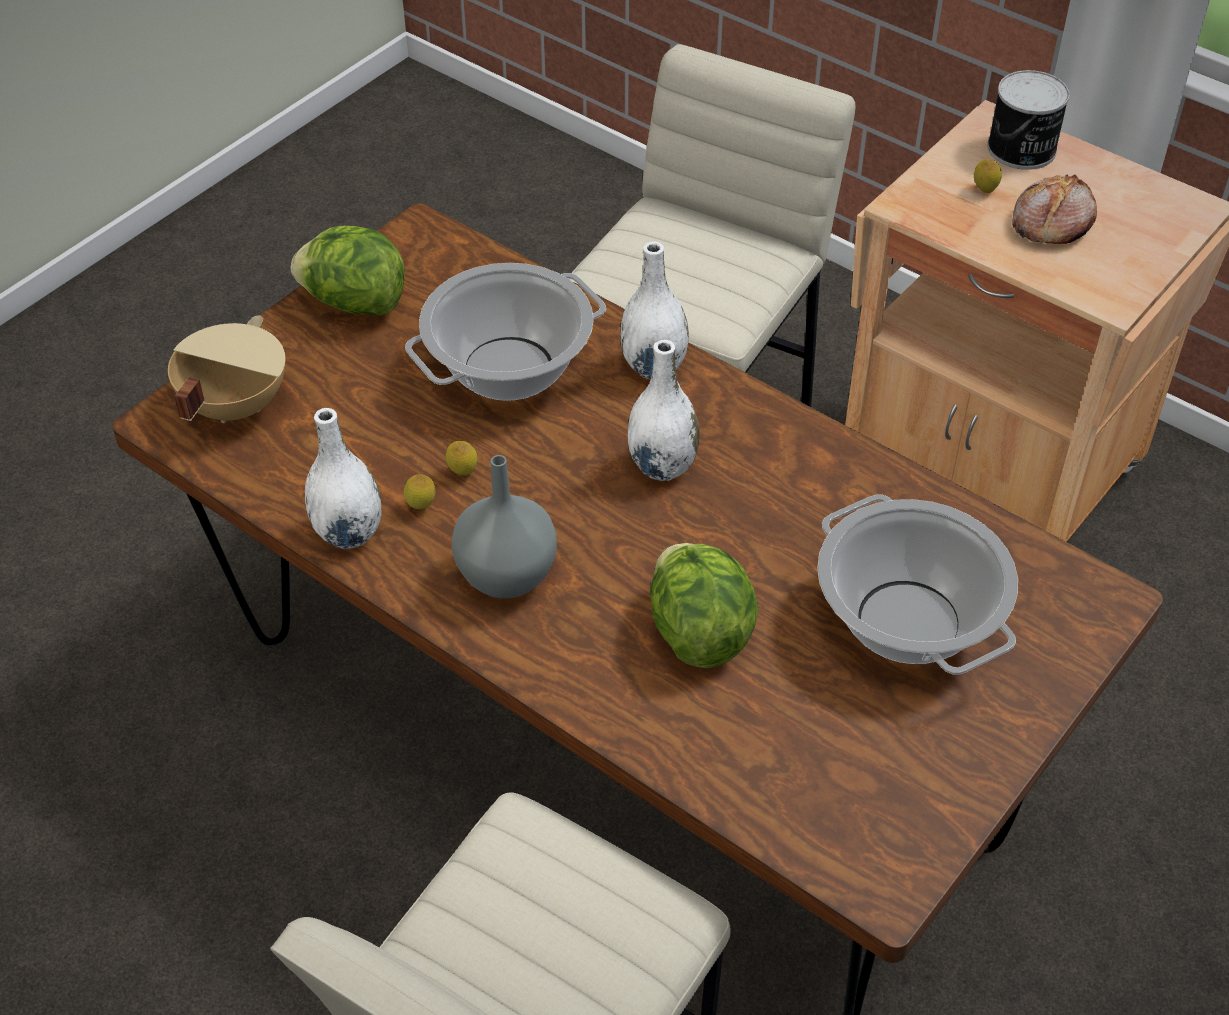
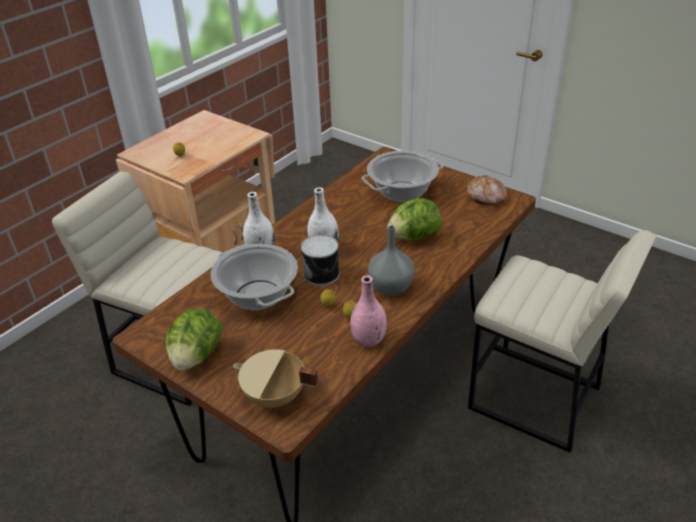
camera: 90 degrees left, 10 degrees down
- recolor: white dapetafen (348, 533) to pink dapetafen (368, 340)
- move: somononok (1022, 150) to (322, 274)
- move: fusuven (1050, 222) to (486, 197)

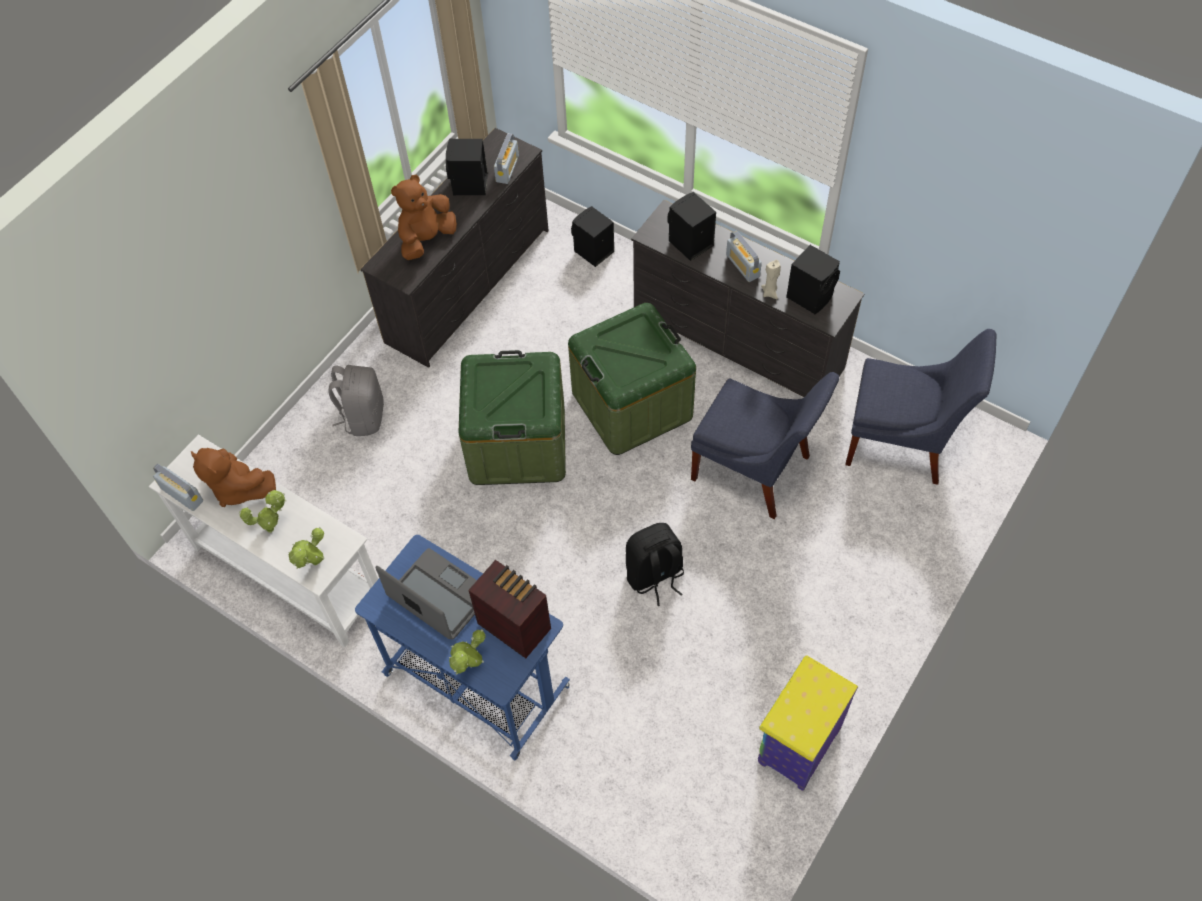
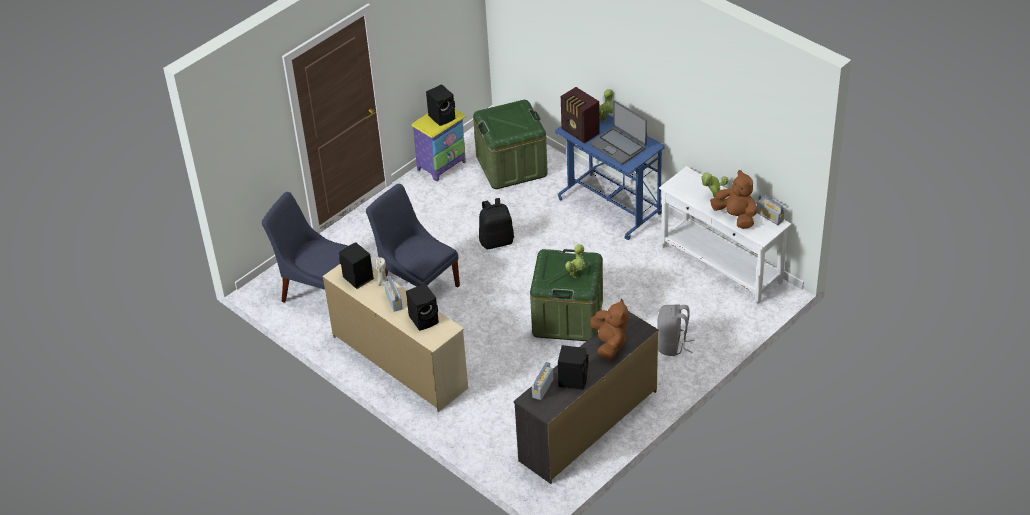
camera: 170 degrees left, 15 degrees down
- move: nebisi (314, 564) to (576, 275)
- rotate: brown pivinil (426, 239) = (609, 344) 60 degrees counterclockwise
- move: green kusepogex (632, 404) to (511, 166)
- move: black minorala (592, 252) to (442, 117)
- recolor: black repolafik (736, 342) to beige repolafik (400, 362)

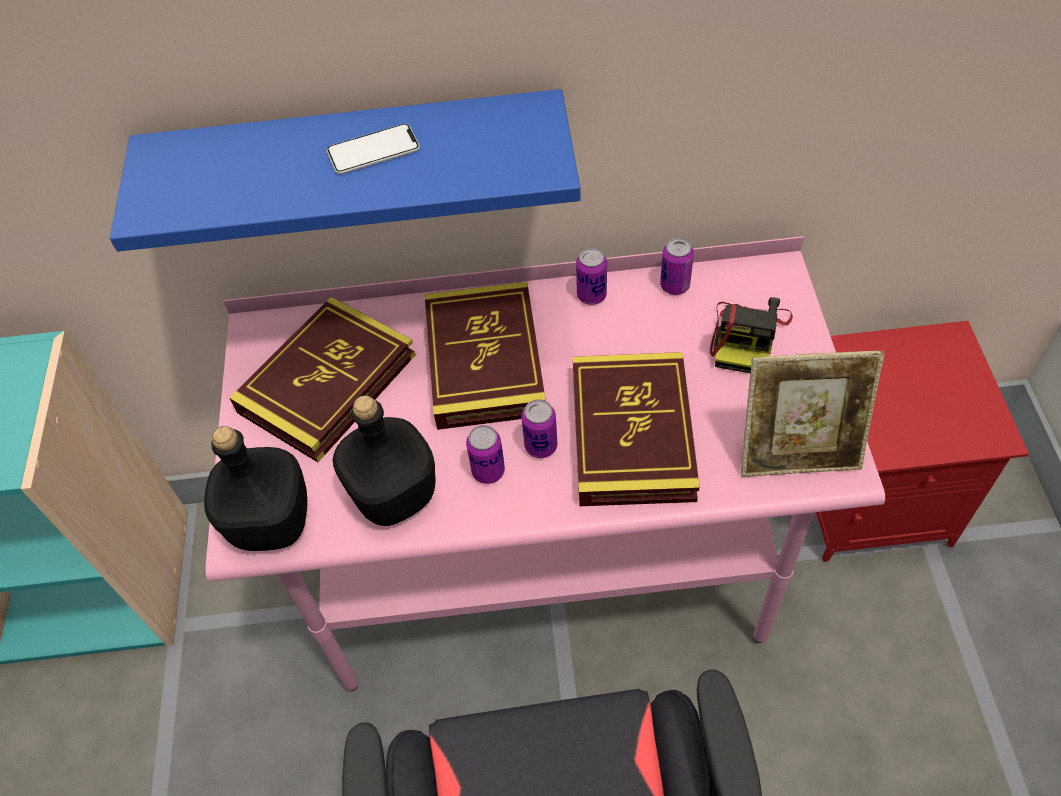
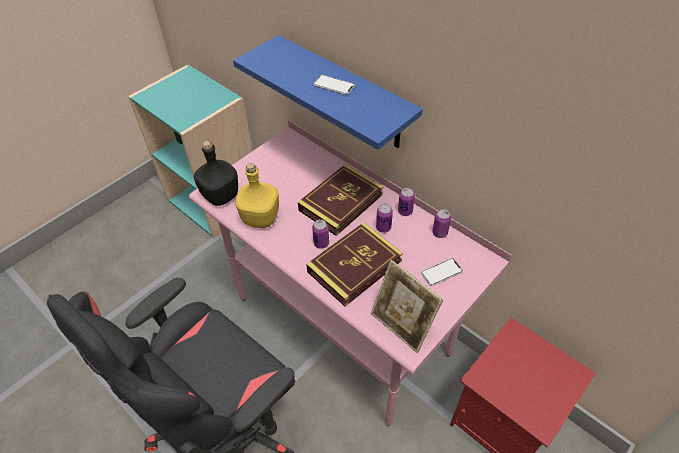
camera: 45 degrees right, 5 degrees down
- delete: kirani (327, 383)
- recolor: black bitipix (393, 494) to yellow bitipix (261, 218)
- move: somononok (488, 471) to (383, 227)
- replace: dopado (747, 337) to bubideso (441, 272)

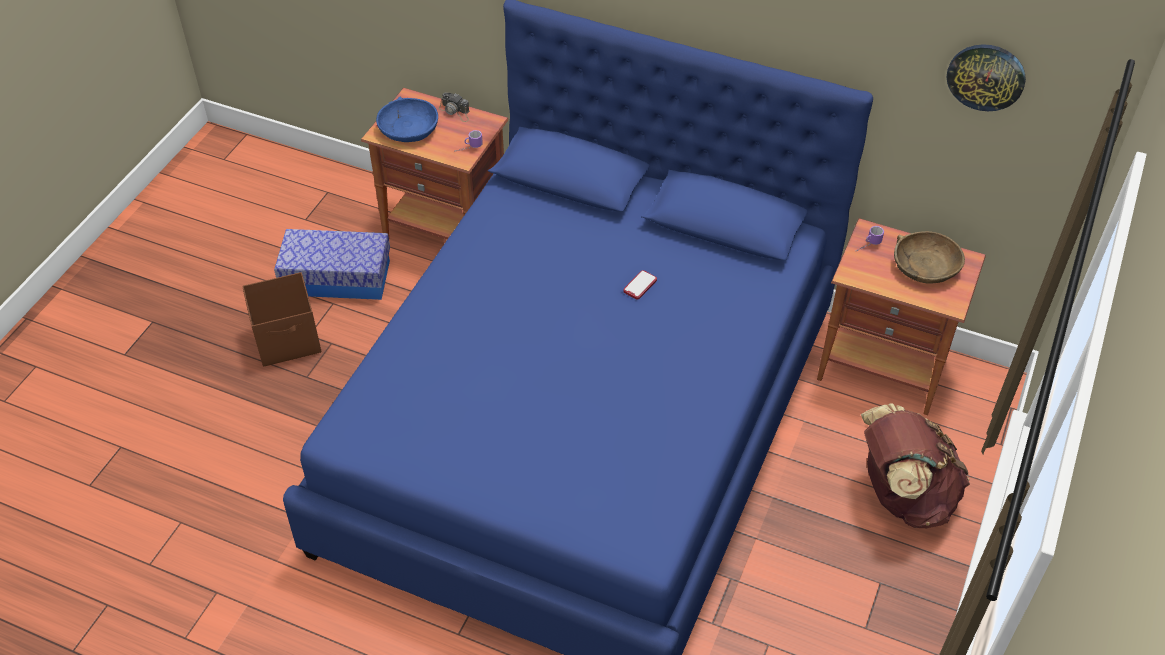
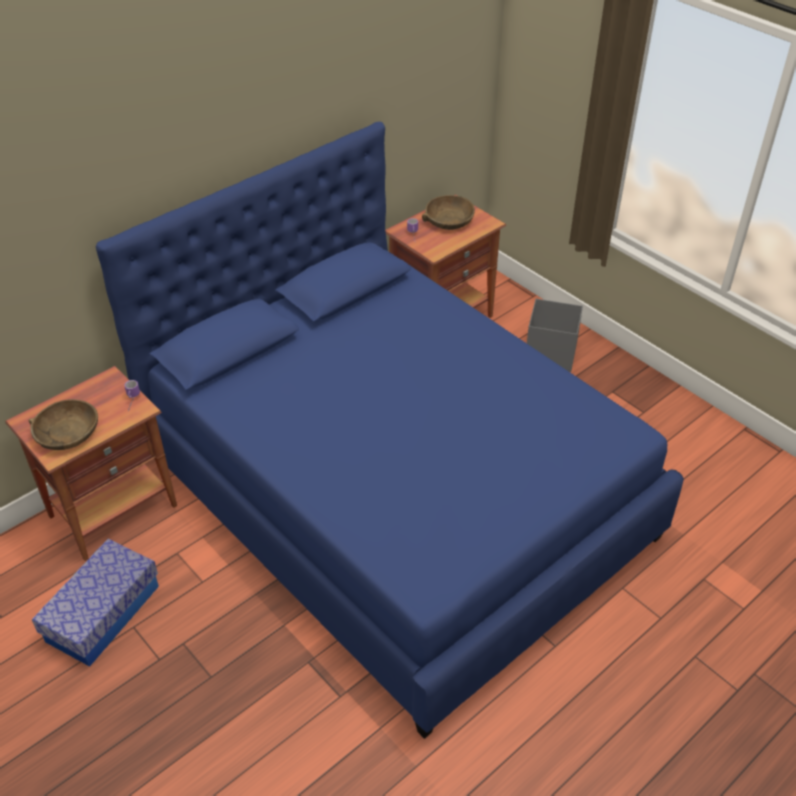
camera: 65 degrees left, 5 degrees down
- delete: brown kusepogex (288, 340)
- recolor: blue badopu (408, 128) to brown badopu (67, 433)
- delete: dopado (455, 111)
- delete: bubideso (640, 286)
- replace: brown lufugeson (902, 495) to grey kusepogex (549, 353)
- delete: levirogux (986, 76)

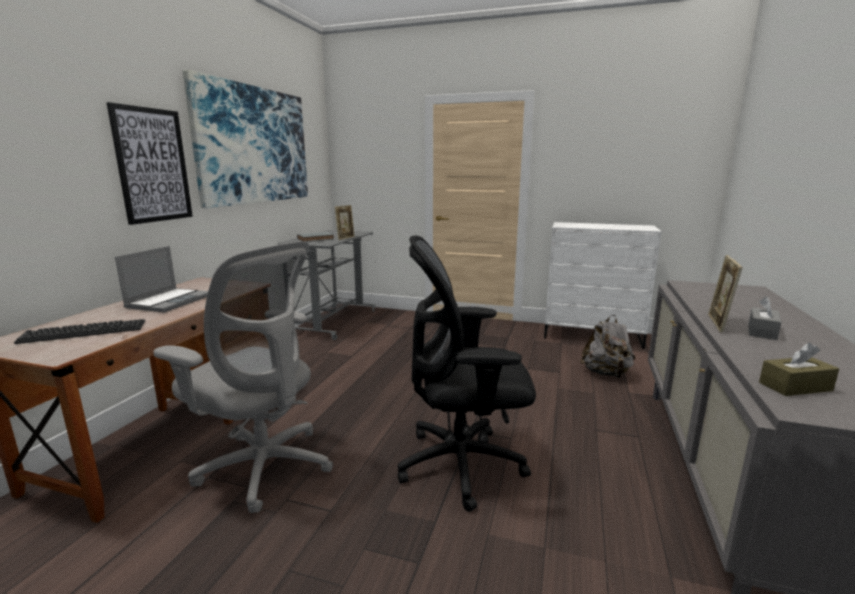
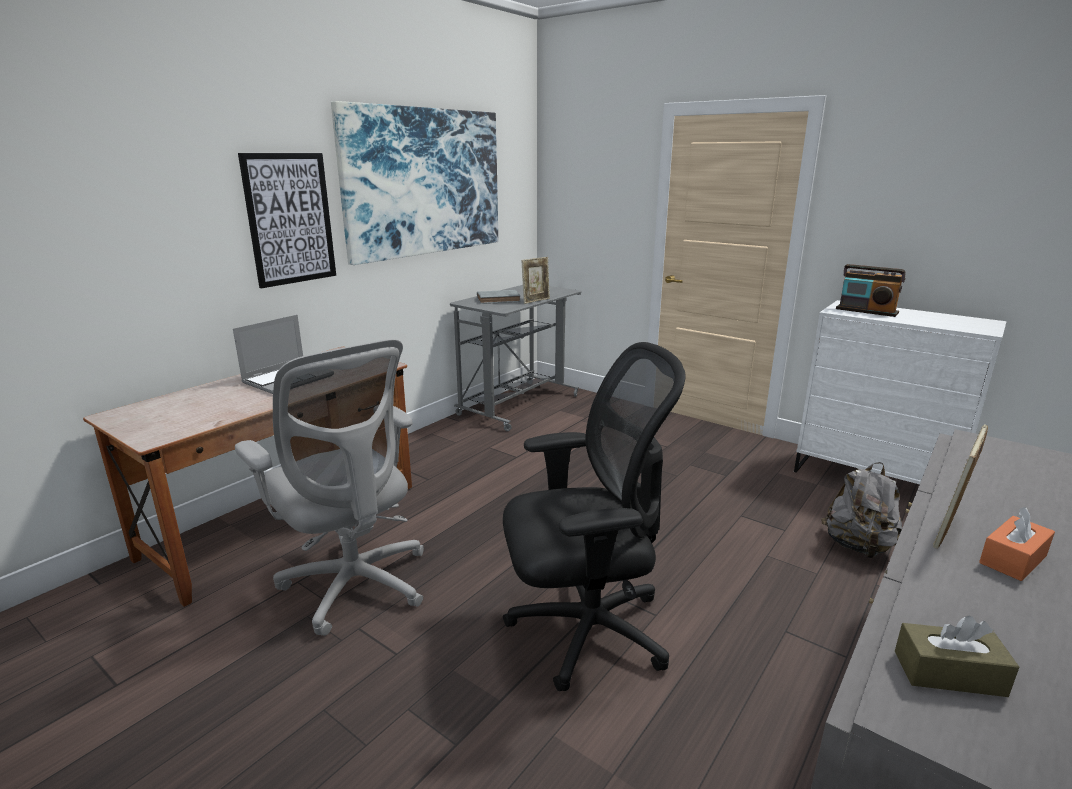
camera: 20 degrees right, 5 degrees up
- delete: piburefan (84, 332)
- rotate: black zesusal (467, 462) = (580, 634) 150 degrees clockwise
- recolor: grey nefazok (762, 331) to orange nefazok (1012, 559)
- insert: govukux (866, 311)

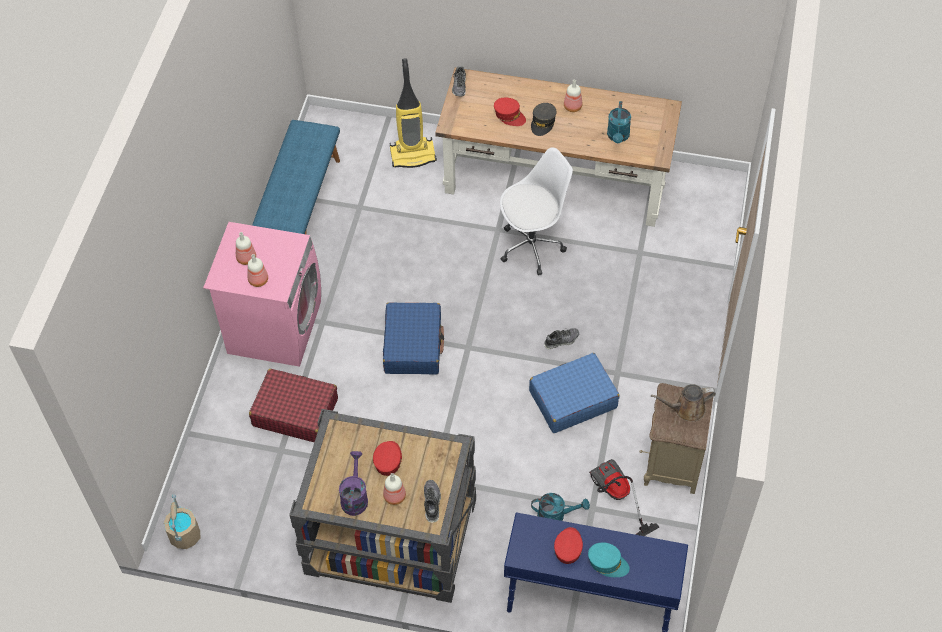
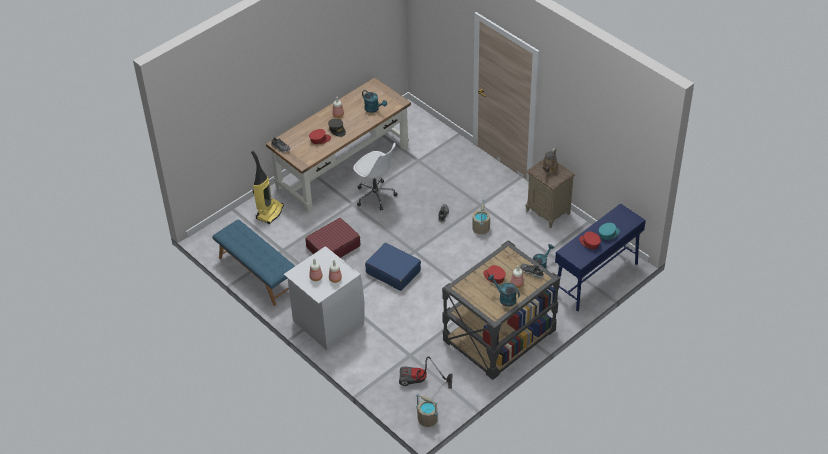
camera: 55 degrees left, 10 degrees down
- recolor: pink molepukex (273, 326) to white molepukex (327, 322)
- move: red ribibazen (295, 412) to (333, 247)
- recolor: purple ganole (354, 496) to turquoise ganole (504, 298)
- rotate: white zesusal (533, 246) = (376, 196) 120 degrees clockwise
- replace: blue ribibazen (572, 399) to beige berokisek (481, 228)
- move: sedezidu (615, 497) to (420, 382)

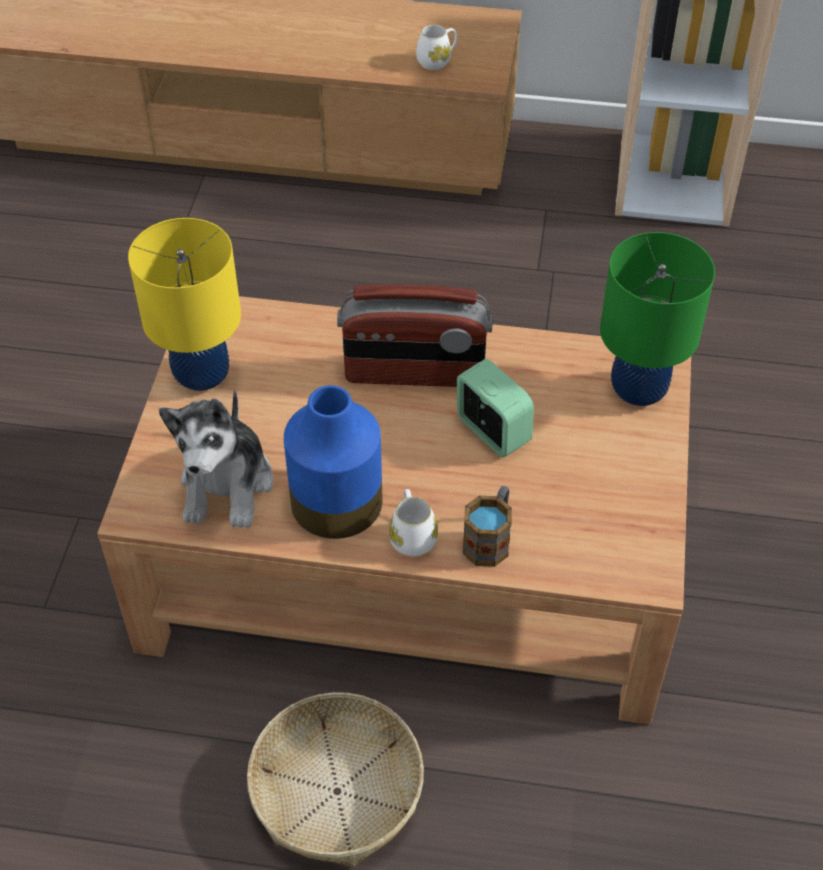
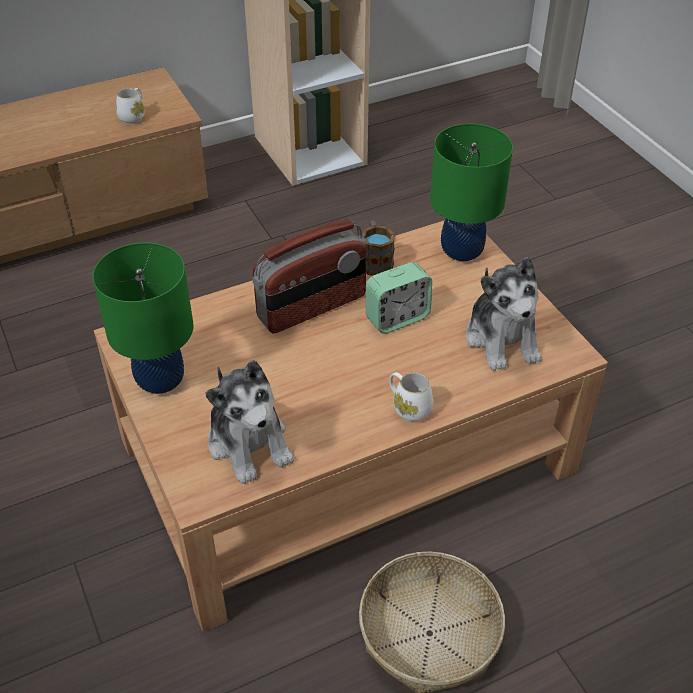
camera: 35 degrees left, 5 degrees down
- recolor: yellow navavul (201, 374) to green navavul (158, 380)
- delete: blue dapetafen (337, 501)
- rotate: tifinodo (492, 431) = (397, 318) 135 degrees clockwise
- move: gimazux (490, 539) to (375, 260)
- insert: pivinil (502, 339)

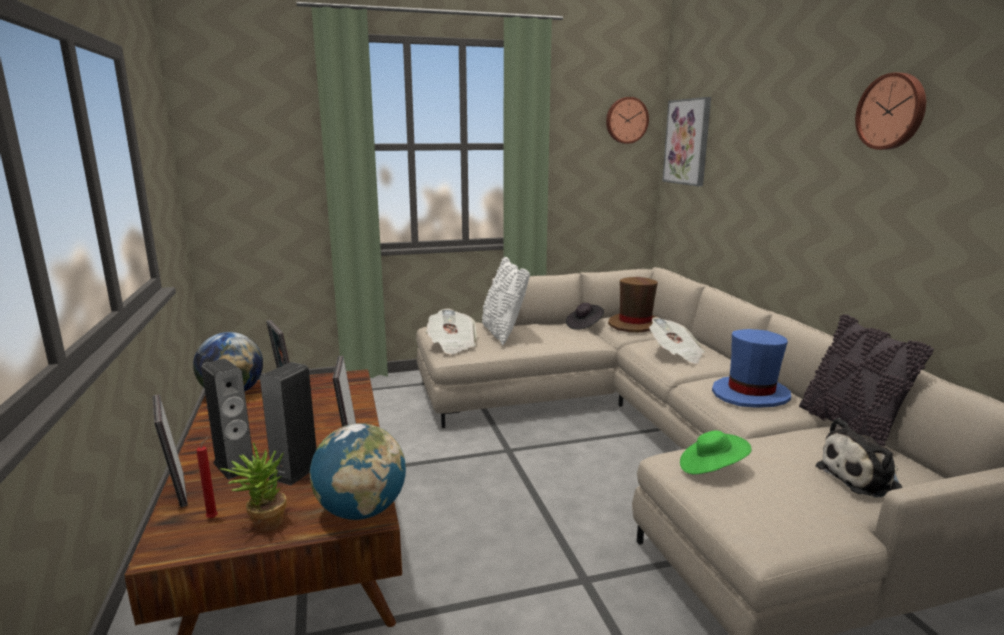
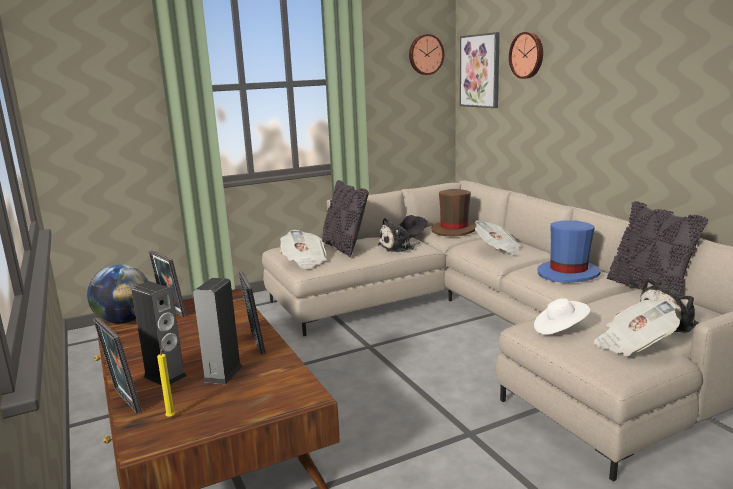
camera: 10 degrees left, 0 degrees up
- recolor: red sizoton (214, 517) to yellow sizoton (172, 416)
- delete: nebisi (262, 523)
- delete: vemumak (361, 511)
- recolor: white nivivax (502, 333) to black nivivax (344, 248)
- recolor: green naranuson (711, 469) to white naranuson (559, 329)
- move: levirogux (892, 111) to (527, 55)
- insert: pivinil (398, 247)
- insert: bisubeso (633, 345)

